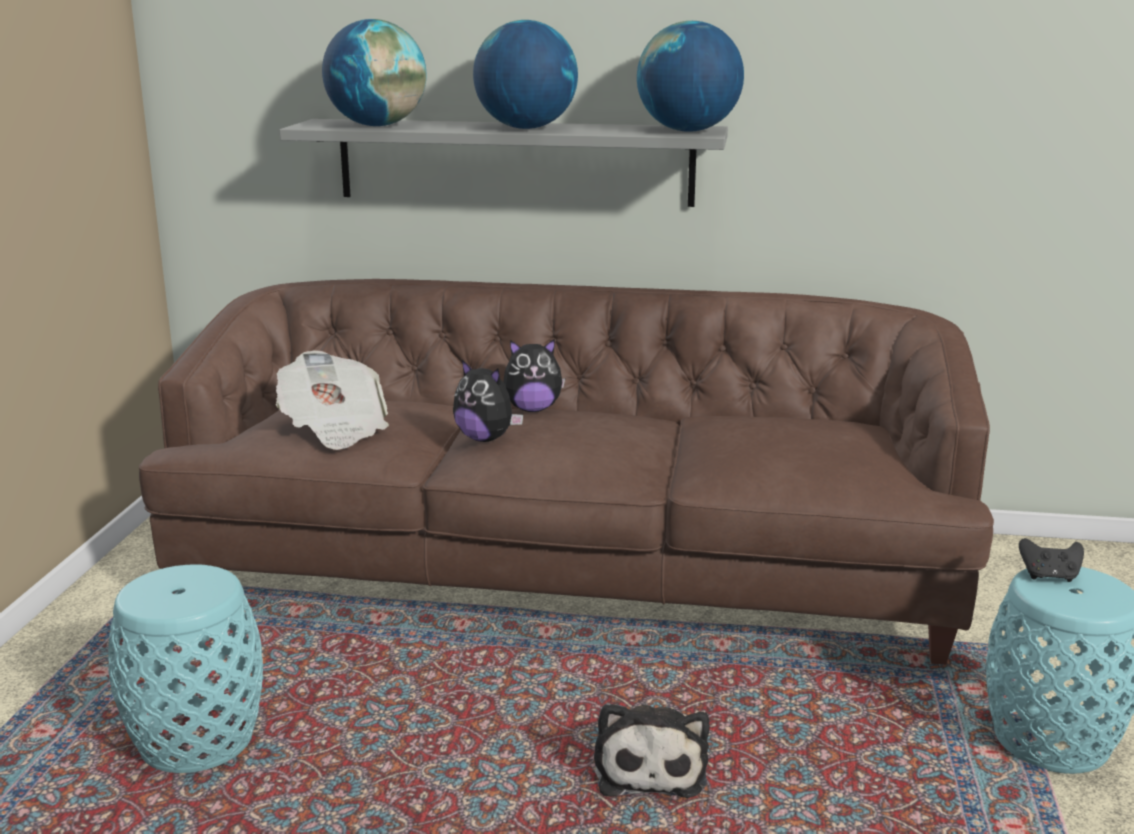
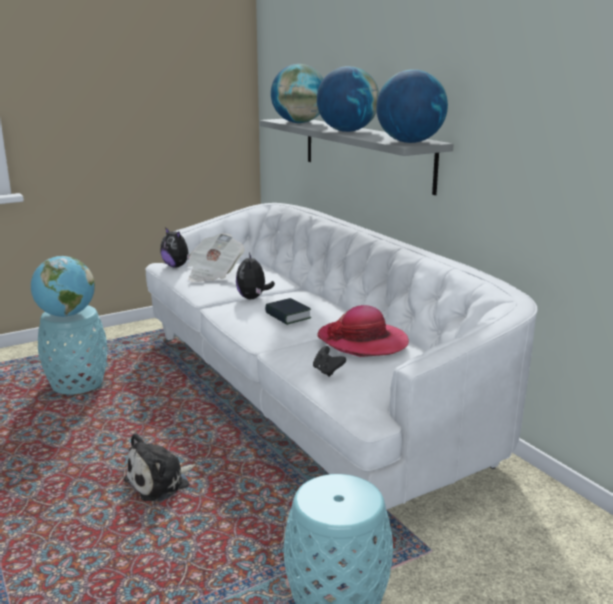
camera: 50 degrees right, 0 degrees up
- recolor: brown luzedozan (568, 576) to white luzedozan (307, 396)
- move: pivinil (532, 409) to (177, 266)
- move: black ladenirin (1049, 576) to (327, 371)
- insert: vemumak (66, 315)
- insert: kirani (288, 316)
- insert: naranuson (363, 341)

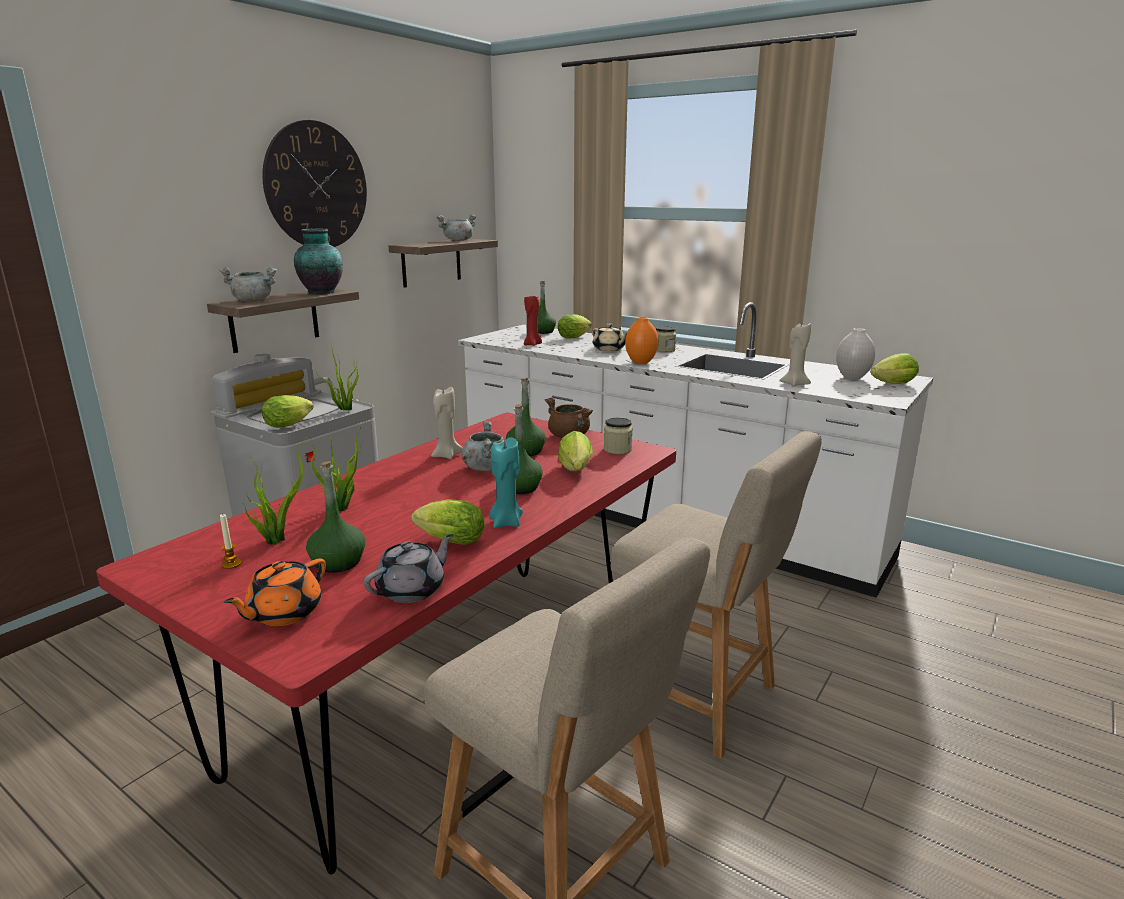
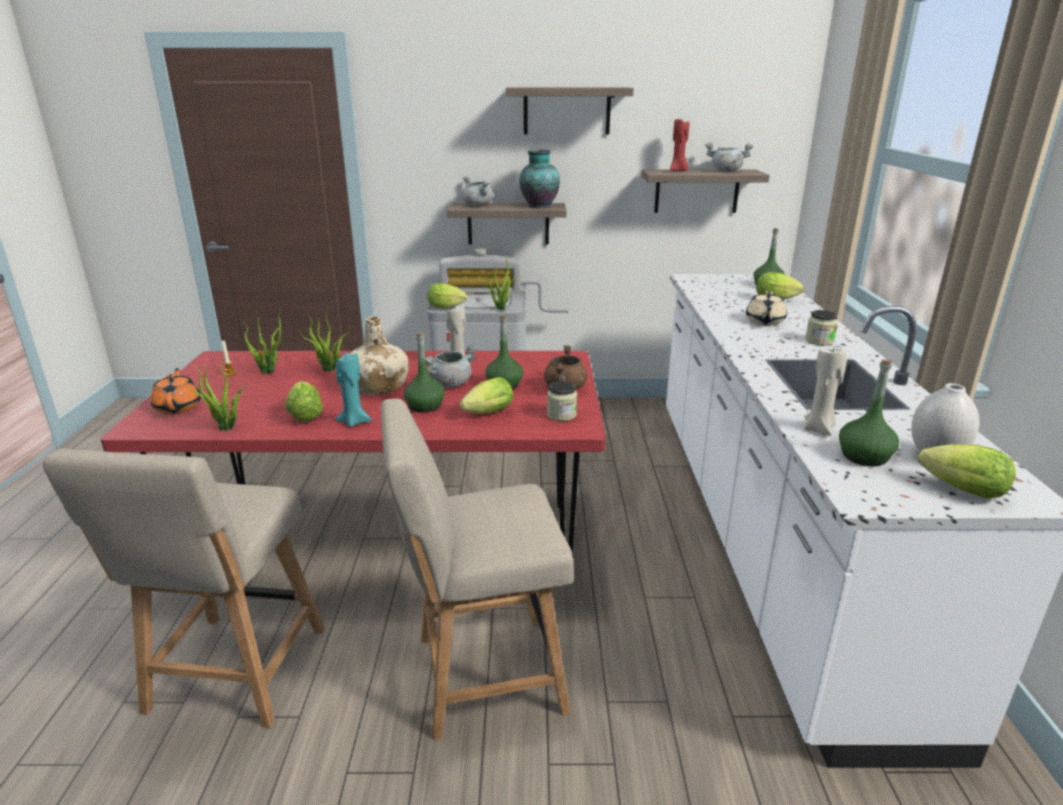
camera: 55 degrees right, 5 degrees up
- rotate: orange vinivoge (283, 613) = (178, 407) 75 degrees clockwise
- replace: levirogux (316, 186) to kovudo (566, 111)
- move: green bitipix (337, 562) to (864, 456)
- replace: grey vinivoge (412, 590) to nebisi (227, 428)
- move: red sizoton (533, 345) to (678, 171)
- rotate: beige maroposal (699, 698) = (481, 675) 75 degrees clockwise
- delete: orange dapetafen (641, 362)
- insert: beige bitipix (378, 387)

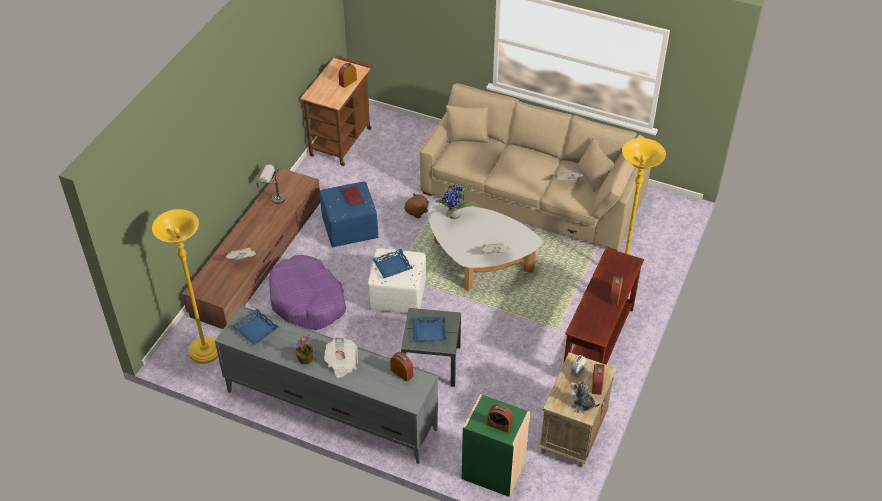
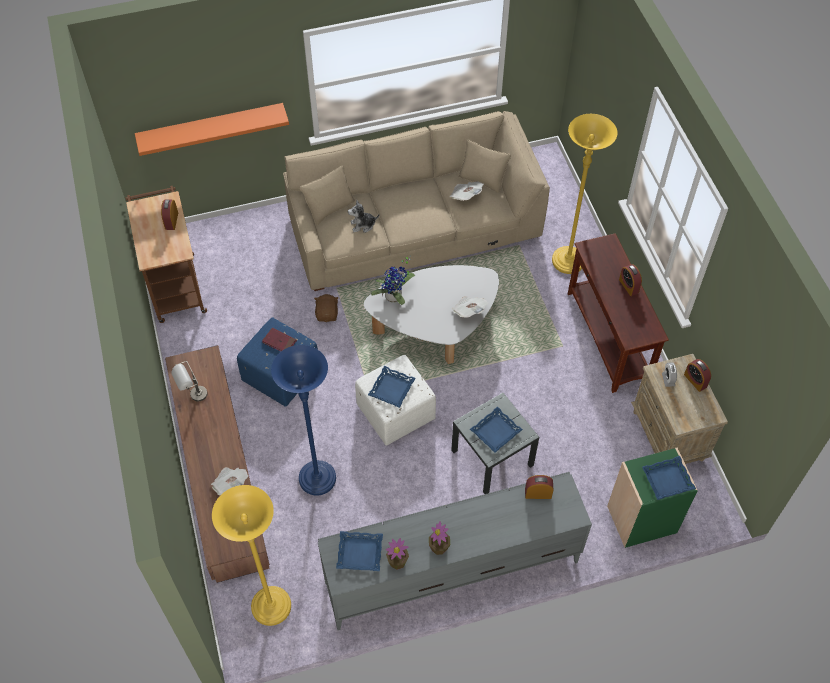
camera: 40 degrees left, 10 degrees up
- replace: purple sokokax (307, 301) to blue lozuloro (317, 479)
- delete: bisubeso (341, 363)
- replace: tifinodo (499, 425) to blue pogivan (667, 479)
- move: pivinil (582, 405) to (363, 225)
- insert: orange kovudo (211, 127)
- insert: nebisi (397, 561)

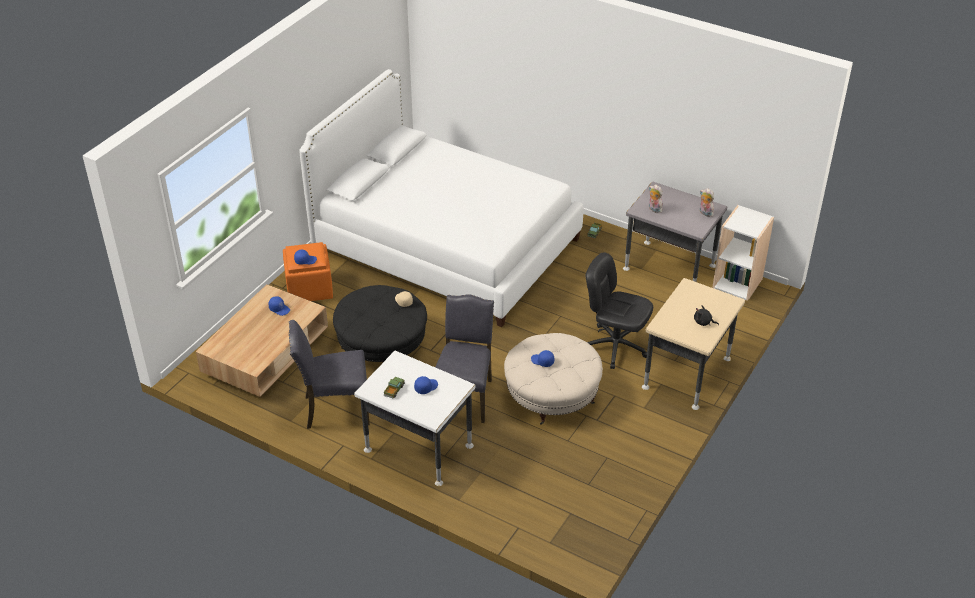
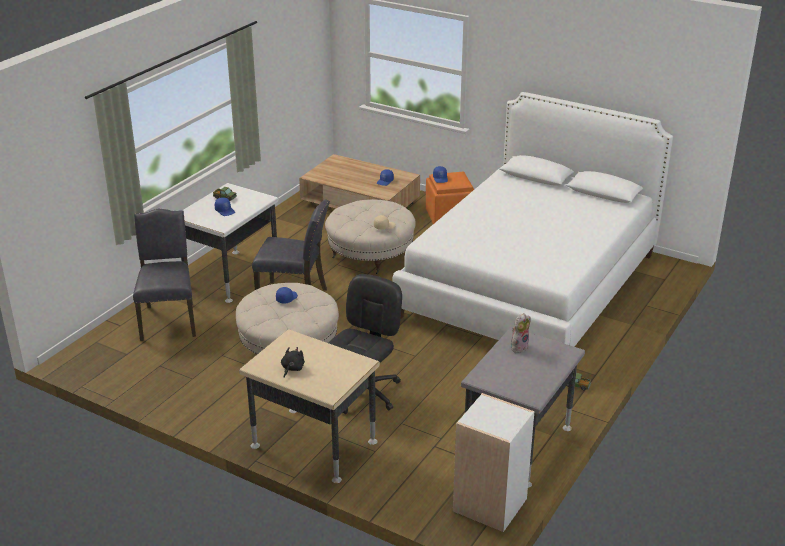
camera: 90 degrees right, 10 degrees down
- move: grey maroposal (334, 409) to (169, 320)
- recolor: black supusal (382, 344) to beige supusal (370, 254)
- delete: pivinil (705, 213)

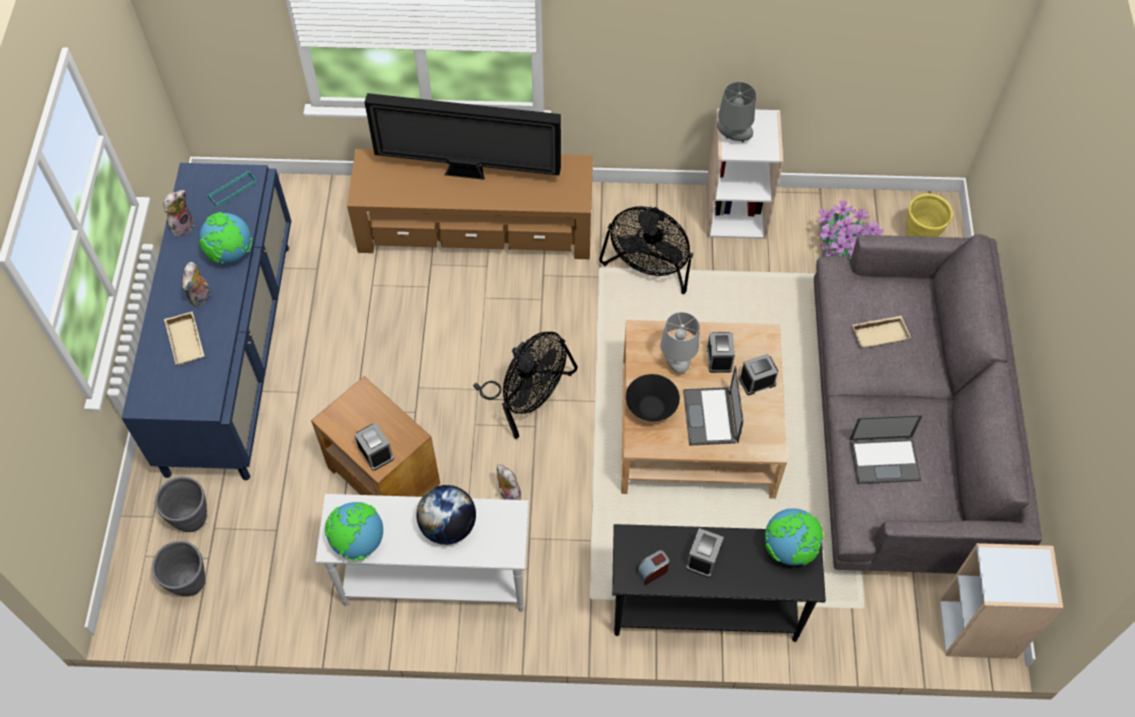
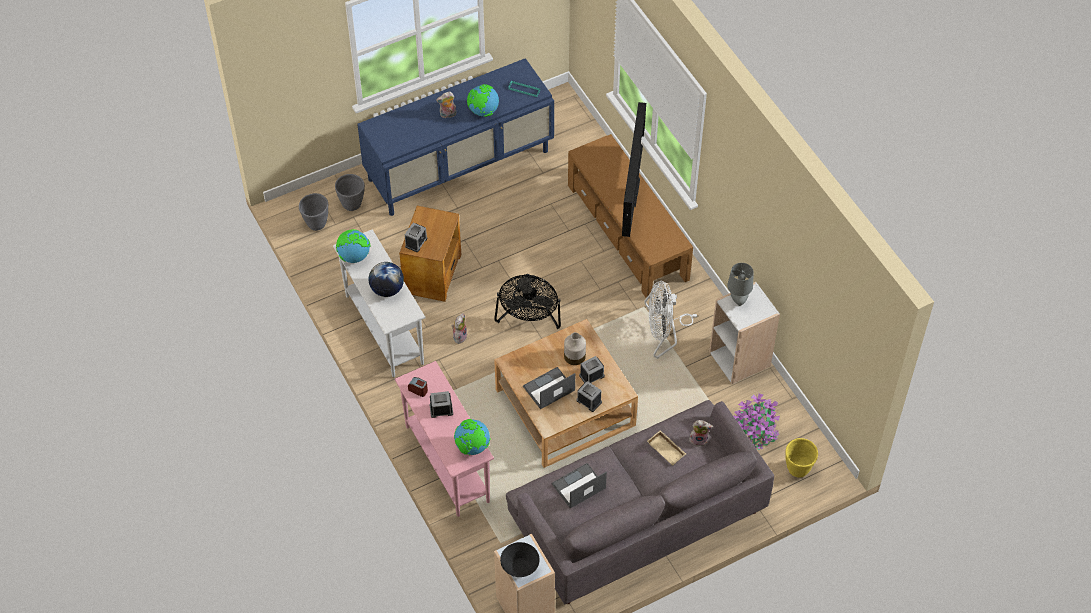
camera: 60 degrees right, 5 degrees down
- move: pivinil (182, 225) to (699, 439)
- delete: beige pogivan (187, 341)
- rotate: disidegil (468, 173) = (633, 194) 150 degrees counterclockwise
- recolor: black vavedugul (647, 264) to white vavedugul (664, 330)
- recolor: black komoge (703, 614) to pink komoge (446, 464)
- move: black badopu (651, 408) to (520, 567)
- replace: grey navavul (677, 362) to beige dapetafen (574, 356)
- rotate: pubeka (885, 459) = (578, 486) 90 degrees clockwise

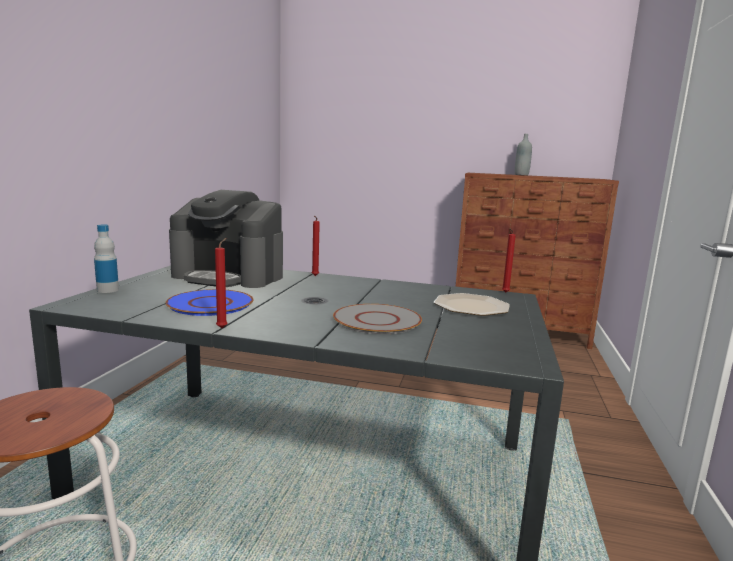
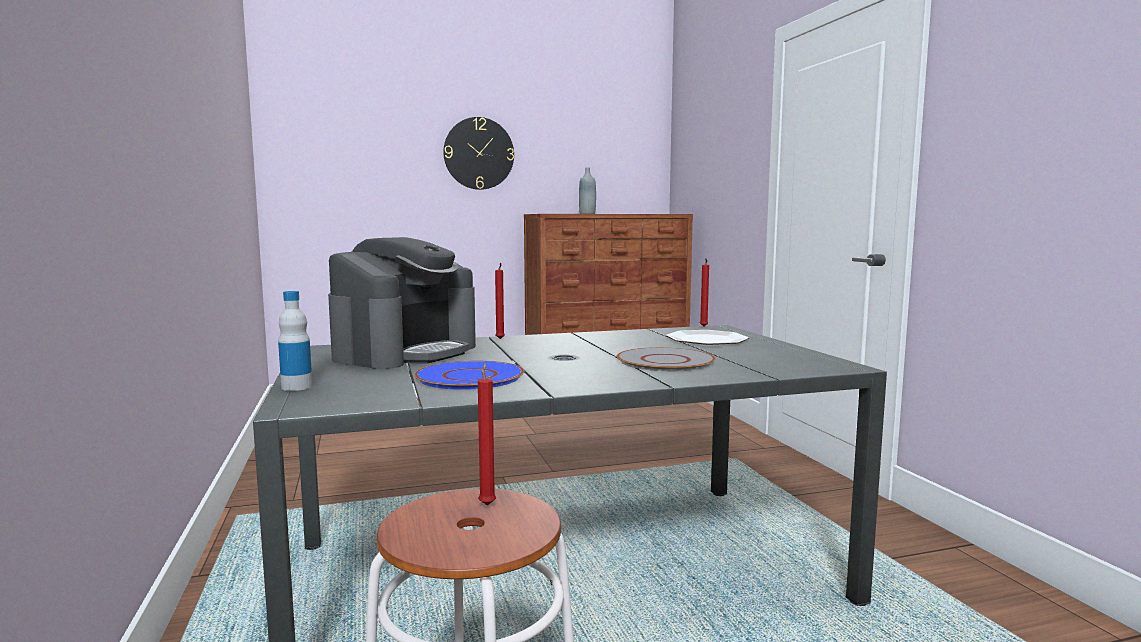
camera: 30 degrees left, 5 degrees down
- rotate: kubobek (229, 276) = (406, 352) 45 degrees counterclockwise
- move: red sizoton (223, 327) to (487, 504)
- insert: levirogux (479, 153)

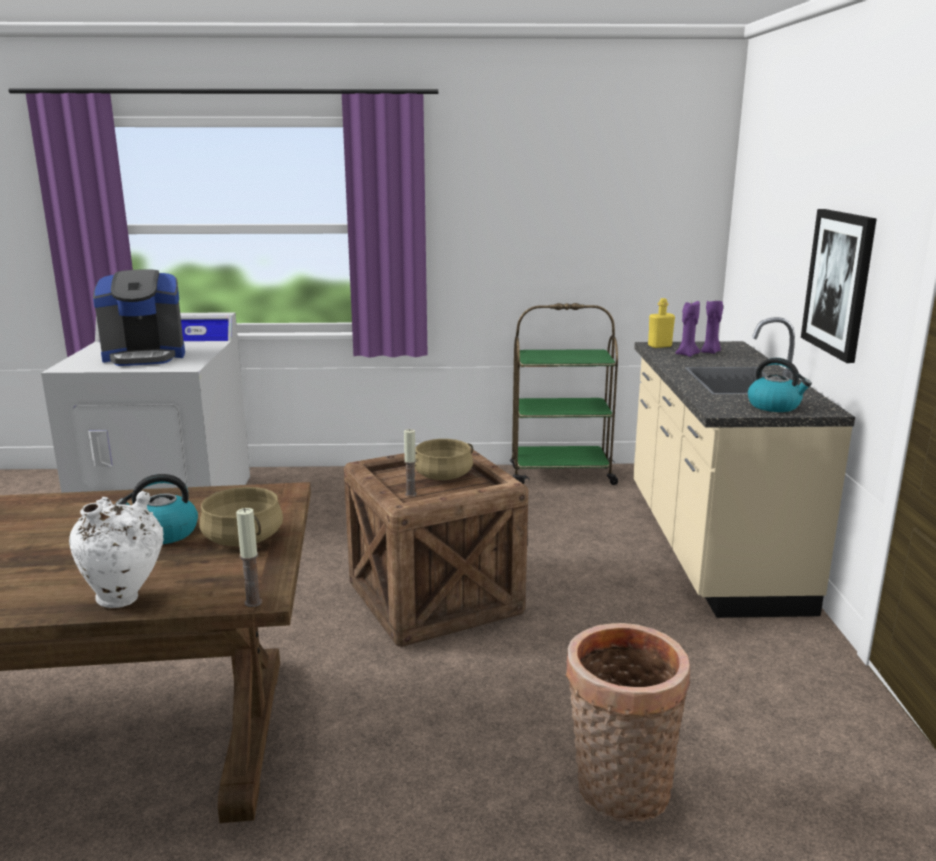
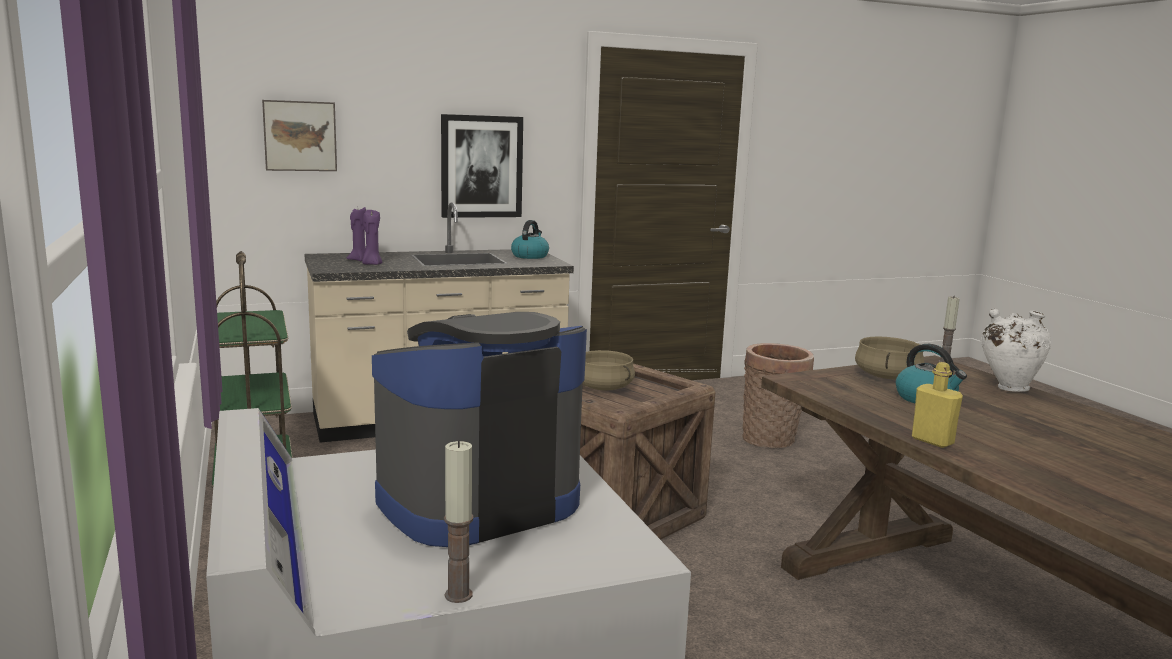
camera: 110 degrees left, 5 degrees down
- rotate: kubobek (145, 356) = (477, 501) 90 degrees counterclockwise
- move: sizoton (410, 494) to (458, 595)
- move: yellow bitipix (659, 346) to (932, 441)
- insert: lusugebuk (300, 136)

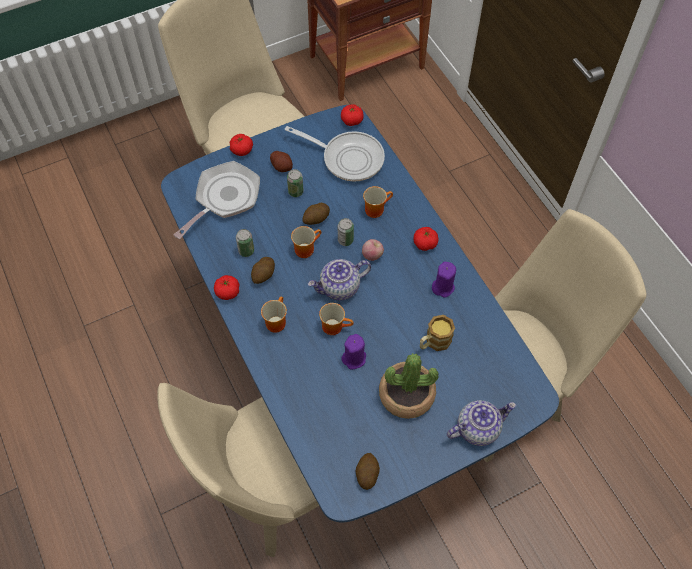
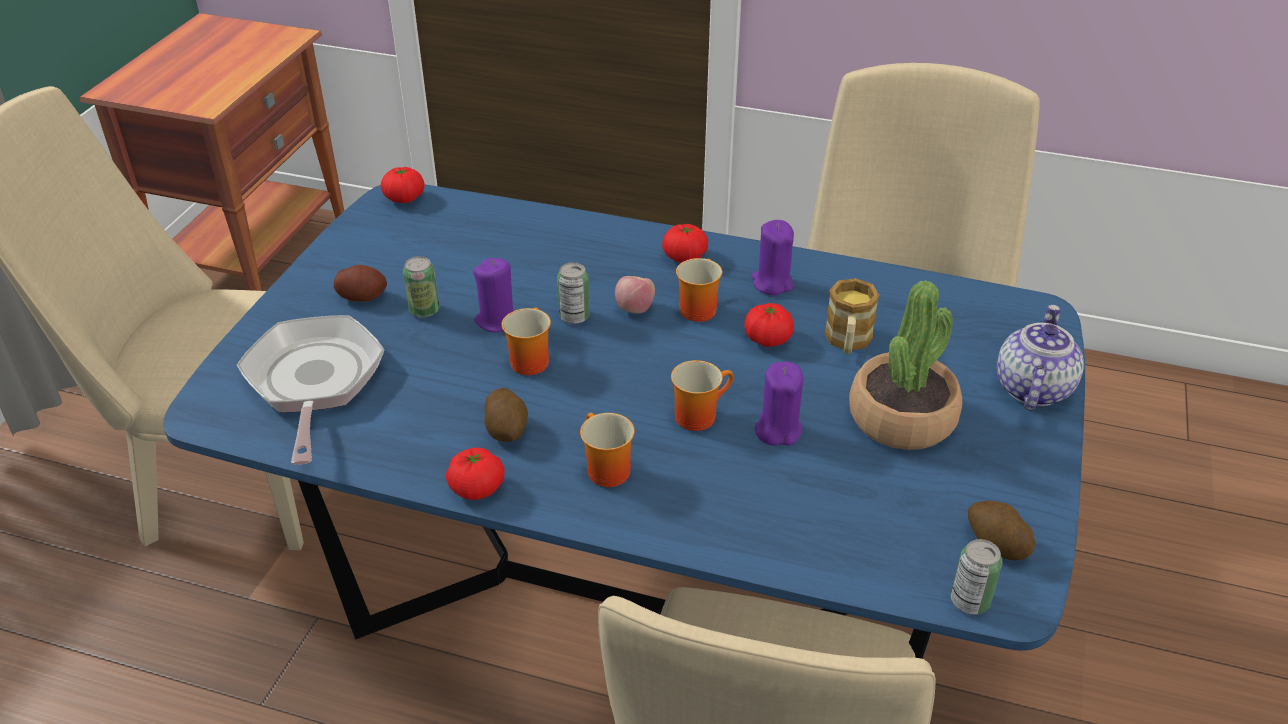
camera: 45 degrees left, 20 degrees down
- move: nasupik (242, 150) to (767, 339)
- move: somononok (246, 251) to (969, 601)
- delete: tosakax (348, 158)
- replace: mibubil (316, 219) to purple sizoton (498, 320)
- delete: vinivoge (339, 288)
- move: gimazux (375, 208) to (696, 307)

